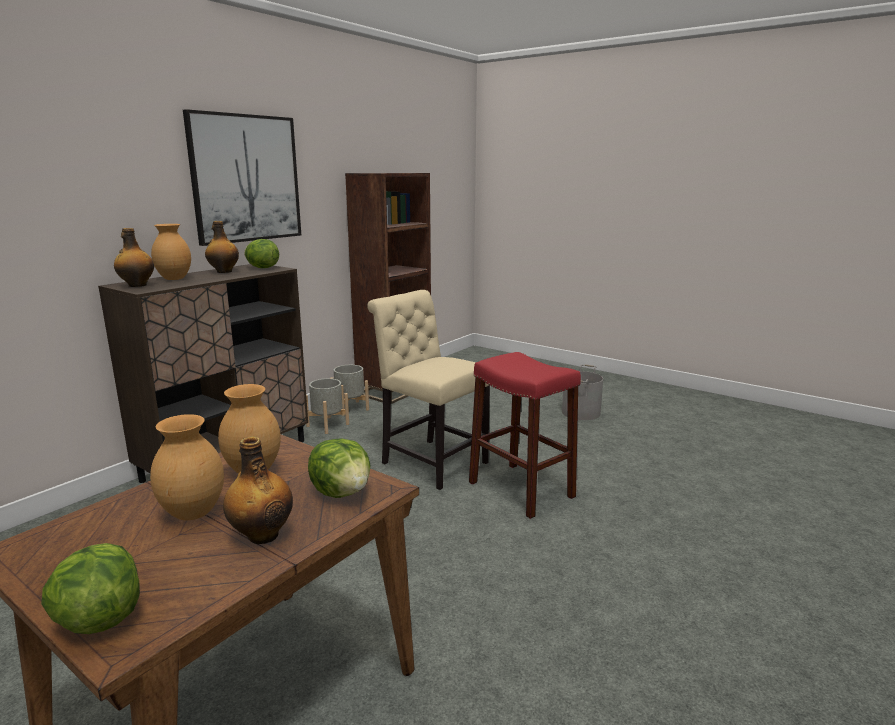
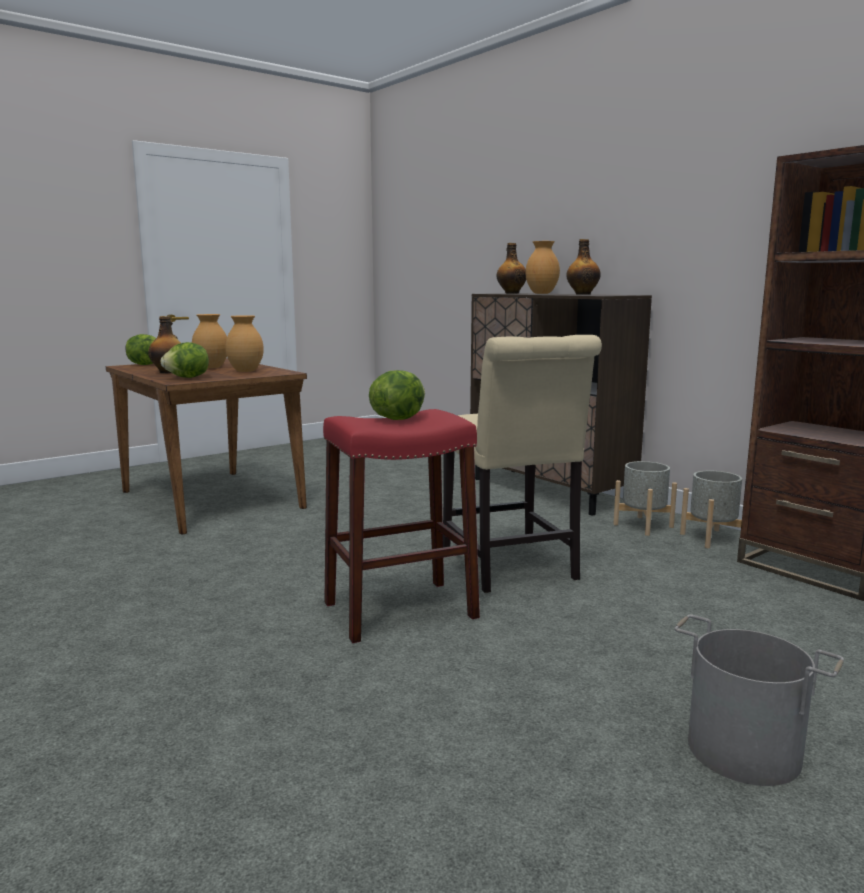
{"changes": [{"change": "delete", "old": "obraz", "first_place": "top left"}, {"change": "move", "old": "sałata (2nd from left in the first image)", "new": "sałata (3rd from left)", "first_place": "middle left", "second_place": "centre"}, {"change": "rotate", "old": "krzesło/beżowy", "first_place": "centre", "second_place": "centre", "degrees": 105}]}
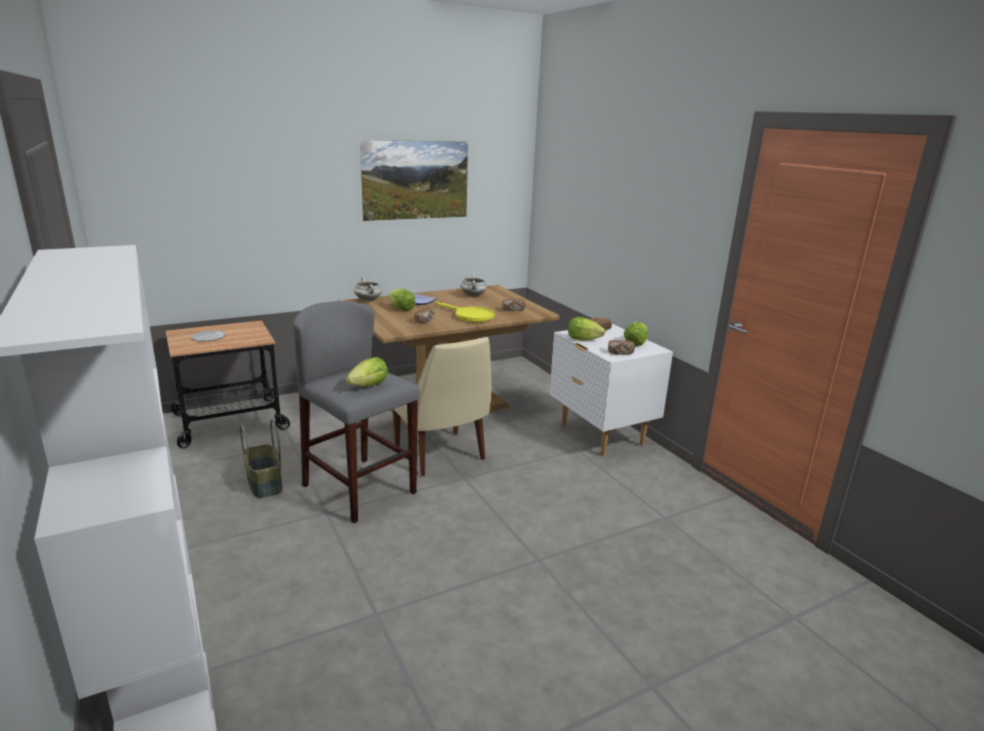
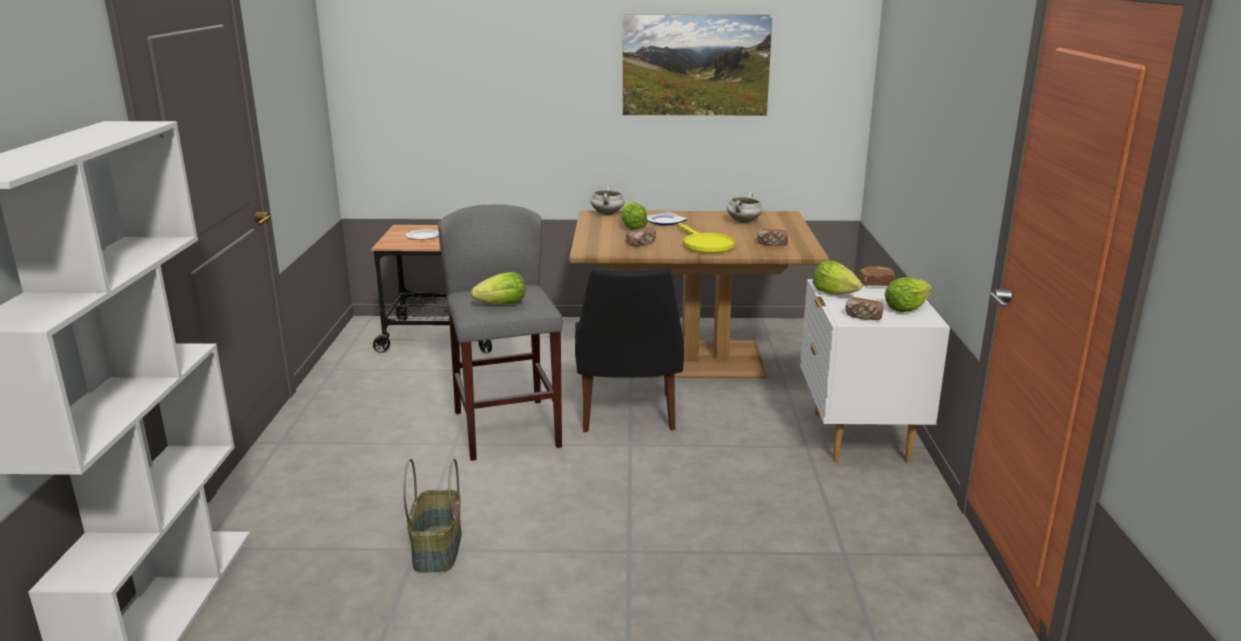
{"changes": [{"change": "recolor", "old": "krzesło/beżowy", "new": "krzesło/czarny", "first_place": "centre", "second_place": "centre"}, {"change": "move", "old": "koszyk", "first_place": "middle left", "second_place": "bottom centre"}]}
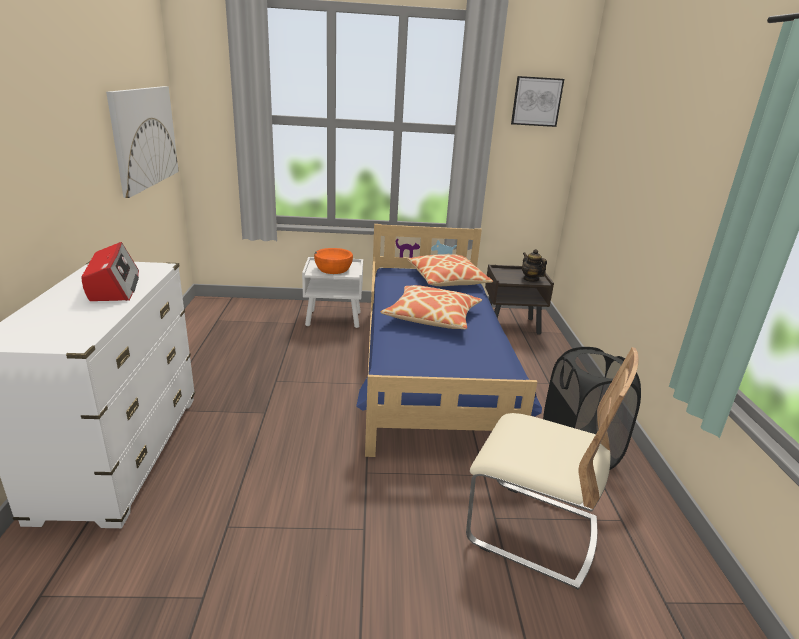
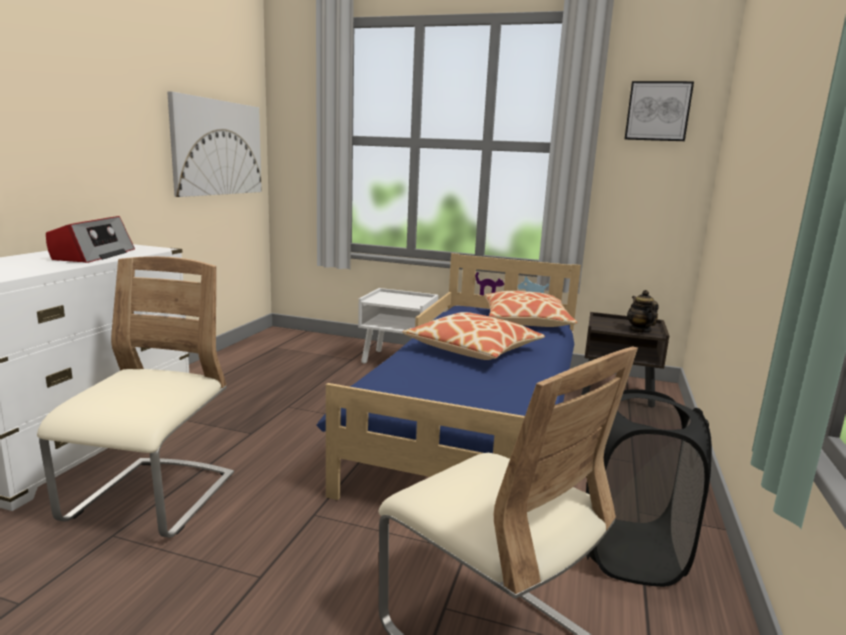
{"changes": [{"change": "delete", "old": "miska/pomarańczowy", "first_place": "centre"}, {"change": "insert", "new": "krzesło/beżowy (1st from left)", "second_place": "middle left"}]}
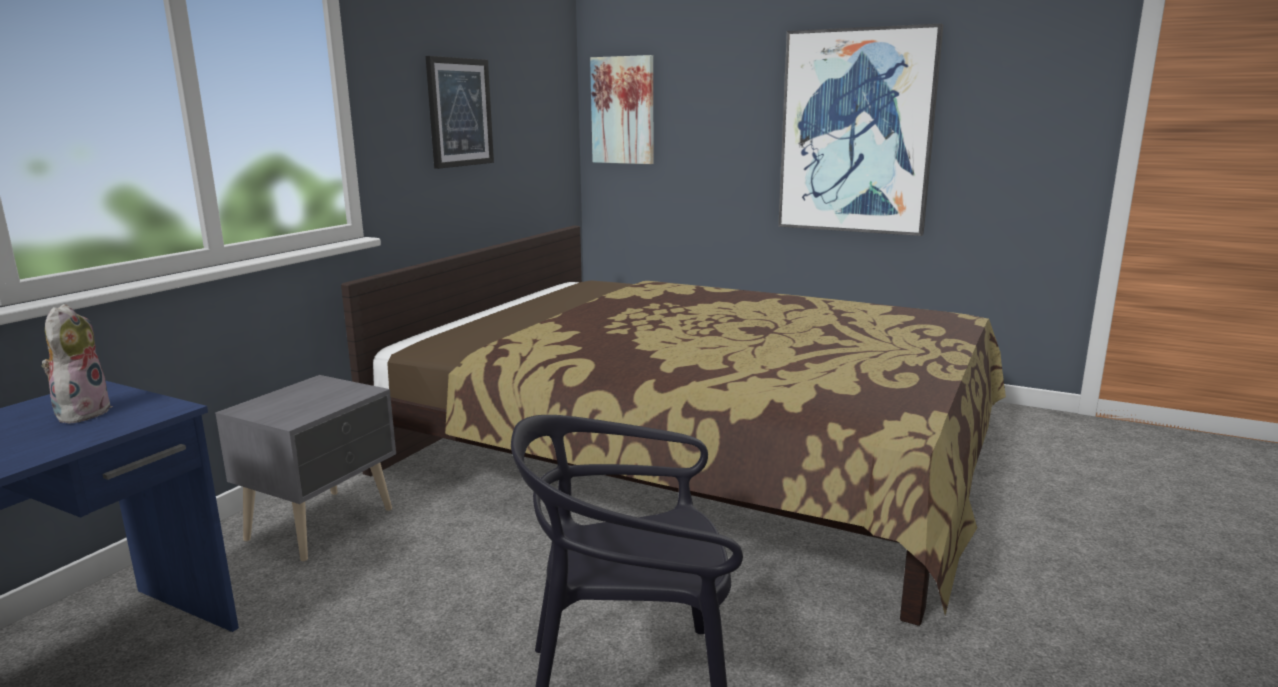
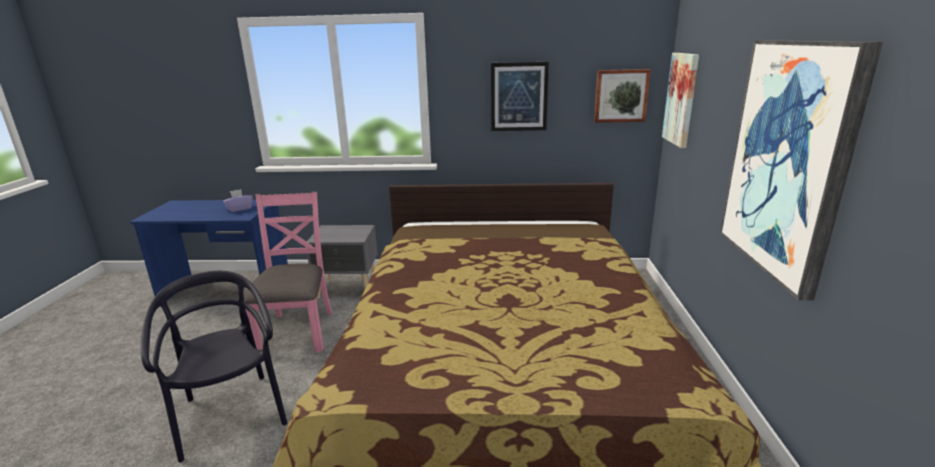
{"changes": [{"change": "replace", "old": "pluszak", "new": "pudełko chusteczek/fioletowy", "first_place": "middle left", "second_place": "middle left"}, {"change": "insert", "new": "obraz (2nd from left)", "second_place": "top centre"}, {"change": "insert", "new": "krzesło/różowy", "second_place": "middle left"}]}
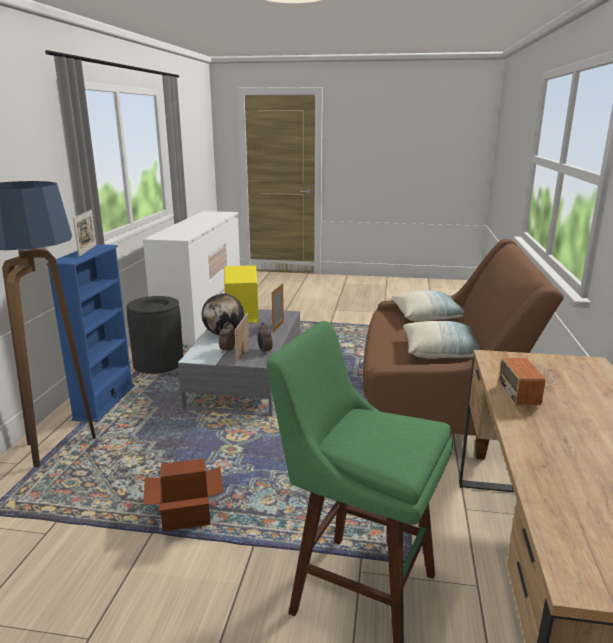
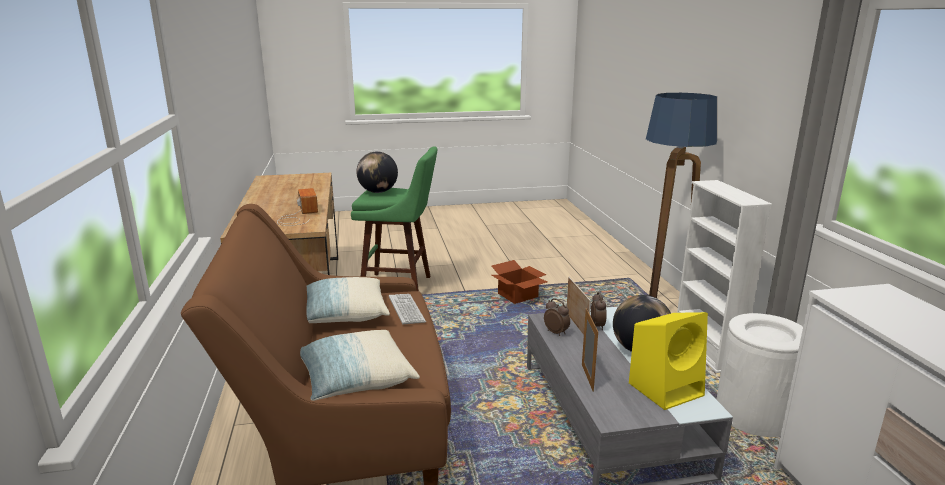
{"changes": [{"change": "delete", "old": "ramka na zdjęcie (1st from left)", "first_place": "middle left"}, {"change": "recolor", "old": "regał/niebieski", "new": "regał/biały", "first_place": "middle left", "second_place": "middle right"}, {"change": "recolor", "old": "kosz na śmieci/czarny", "new": "kosz na śmieci/biały", "first_place": "middle left", "second_place": "bottom right"}, {"change": "insert", "new": "globus (1st from left)", "second_place": "centre"}, {"change": "insert", "new": "klawiatura", "second_place": "centre"}]}
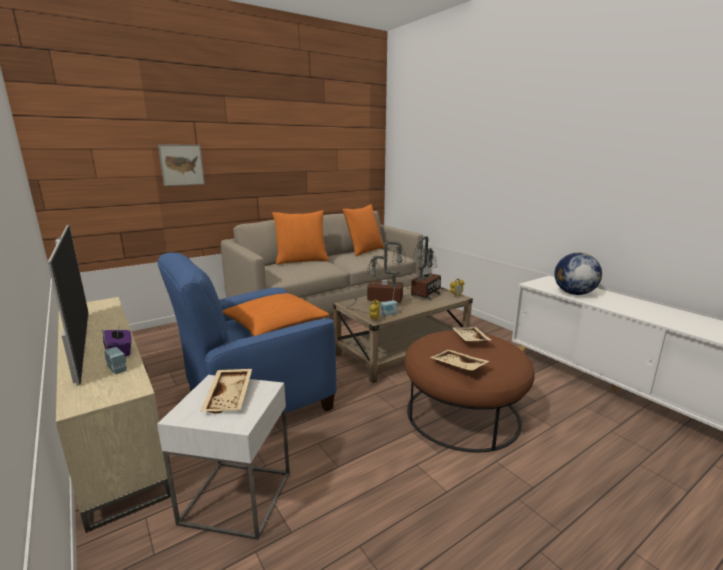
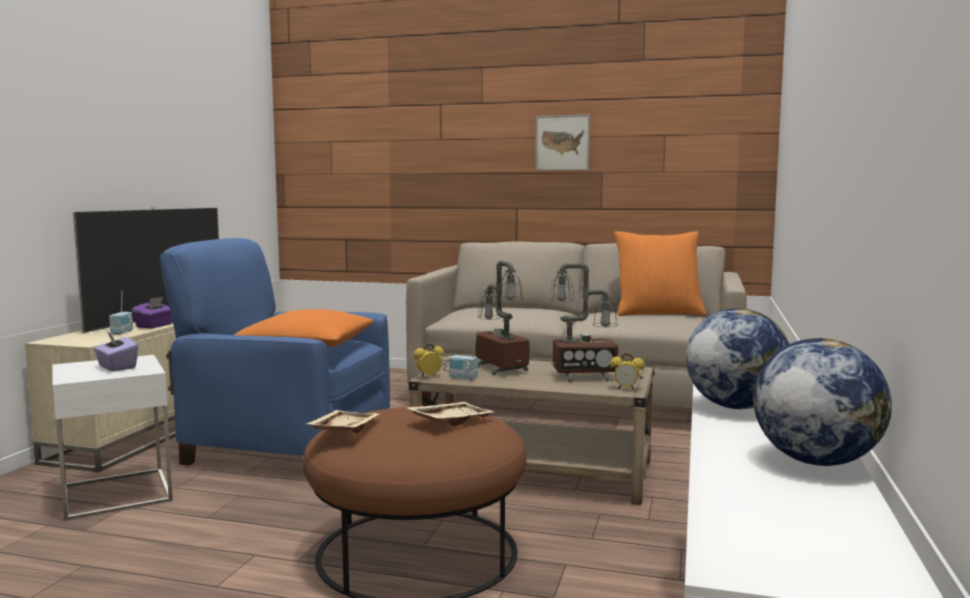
{"changes": [{"change": "move", "old": "obraz", "first_place": "top left", "second_place": "top centre"}, {"change": "delete", "old": "poduszka/pomarańczowy (2nd from left)", "first_place": "centre"}, {"change": "replace", "old": "taca/beżowy (1st from left)", "new": "pudełko chusteczek/fioletowy (1st from left)", "first_place": "bottom left", "second_place": "middle left"}, {"change": "insert", "new": "globus (2nd from left)", "second_place": "bottom right"}]}
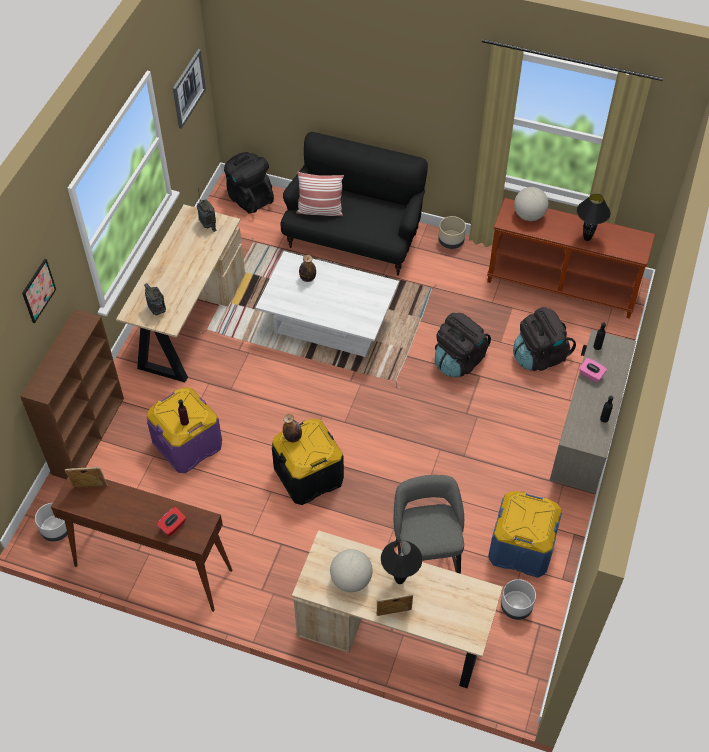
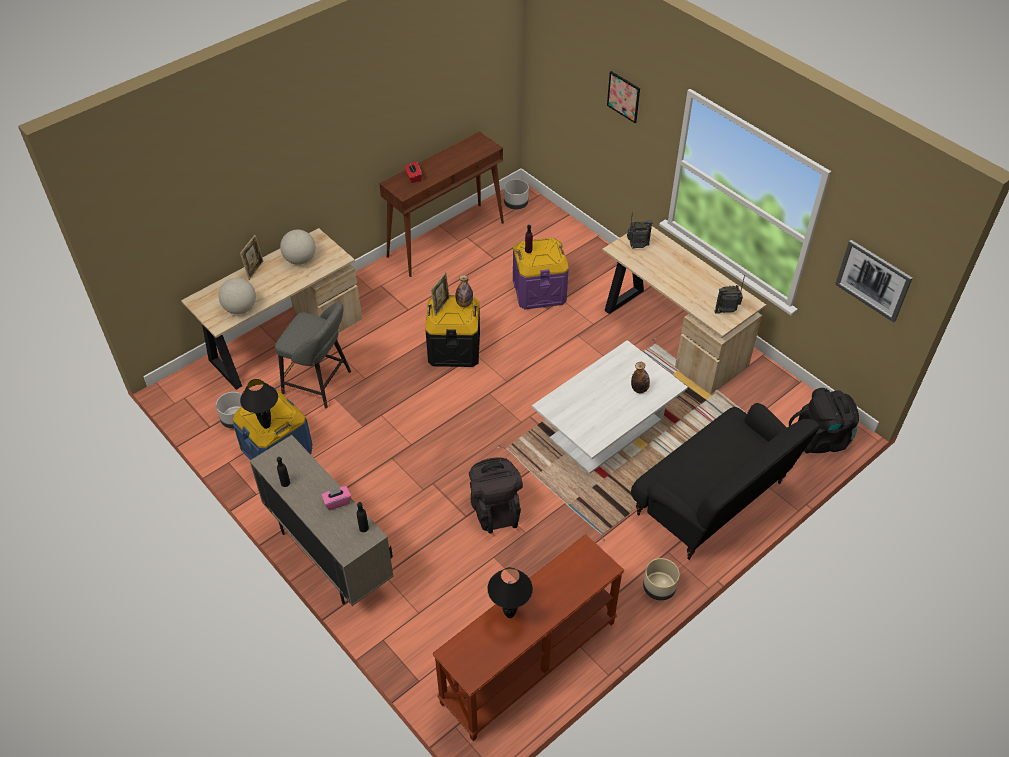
{"changes": [{"change": "delete", "old": "poduszka", "first_place": "top centre"}, {"change": "move", "old": "globus (2nd from left in the first image)", "new": "globus (1st from left)", "first_place": "top right", "second_place": "middle left"}, {"change": "delete", "old": "plecak/czarny (3rd from left)", "first_place": "middle right"}, {"change": "delete", "old": "regał/brązowy", "first_place": "middle left"}, {"change": "move", "old": "ramka na zdjęcie (1st from left in the first image)", "new": "ramka na zdjęcie (2nd from left)", "first_place": "middle left", "second_place": "centre"}, {"change": "move", "old": "lampa stołowa/czarny (1st from left)", "first_place": "bottom centre", "second_place": "middle left"}]}
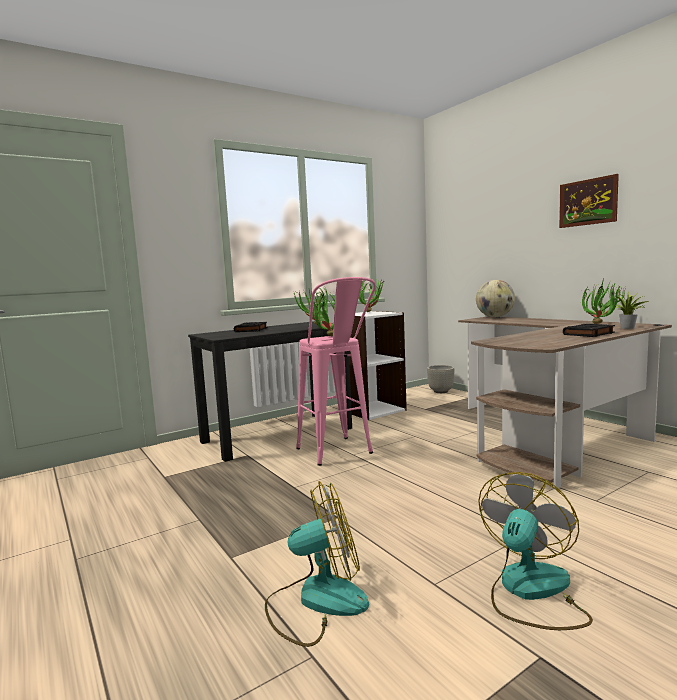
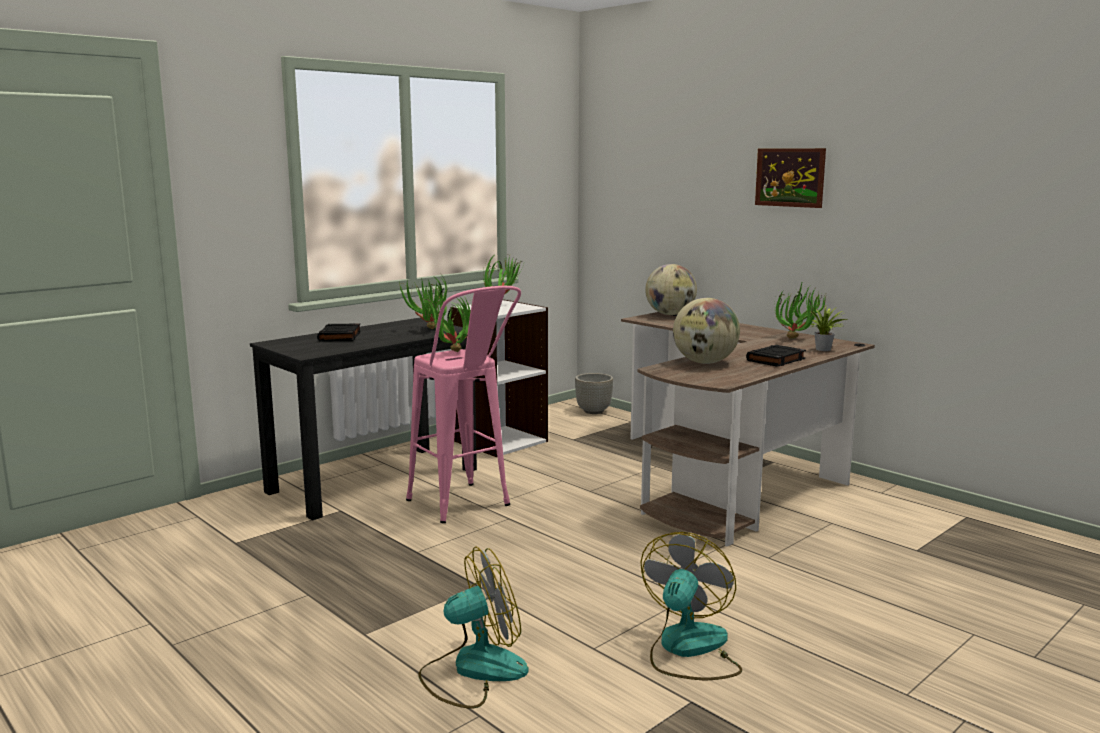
{"changes": [{"change": "insert", "new": "globus (2nd from left)", "second_place": "centre"}]}
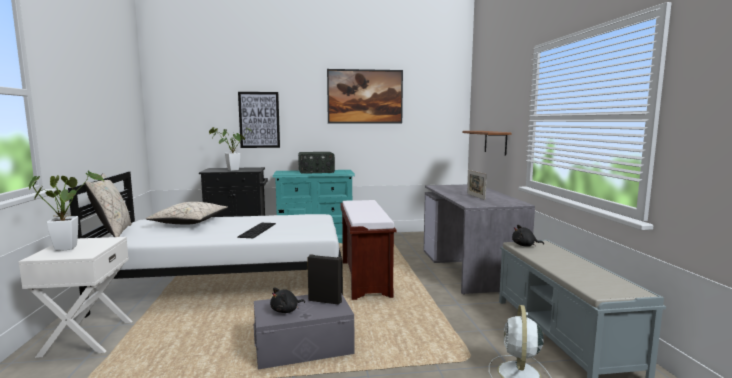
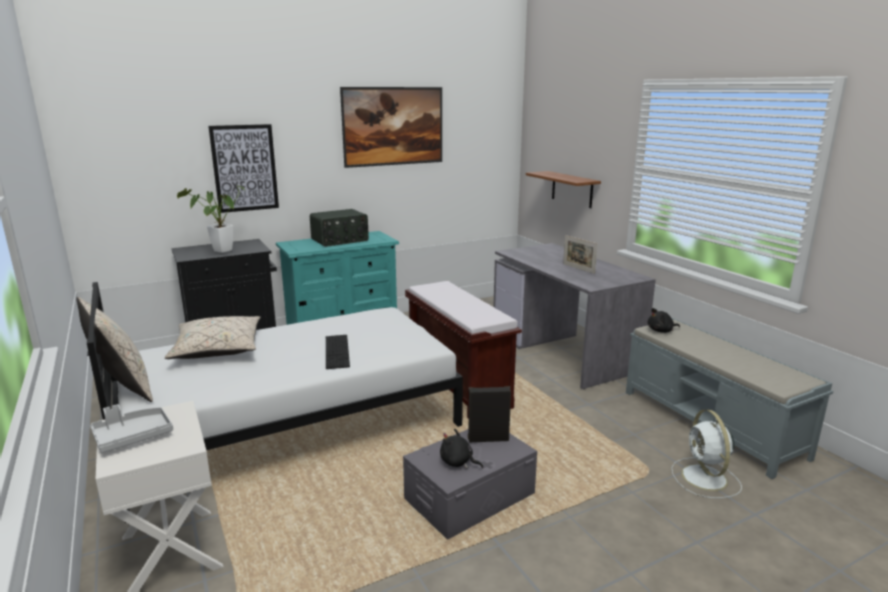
{"changes": [{"change": "replace", "old": "roślina doniczkowa (1st from left)", "new": "taca/szary", "first_place": "middle left", "second_place": "bottom left"}, {"change": "rotate", "old": "pluszak/czarny (1st from left)", "first_place": "bottom centre", "second_place": "bottom centre", "degrees": 90}]}
